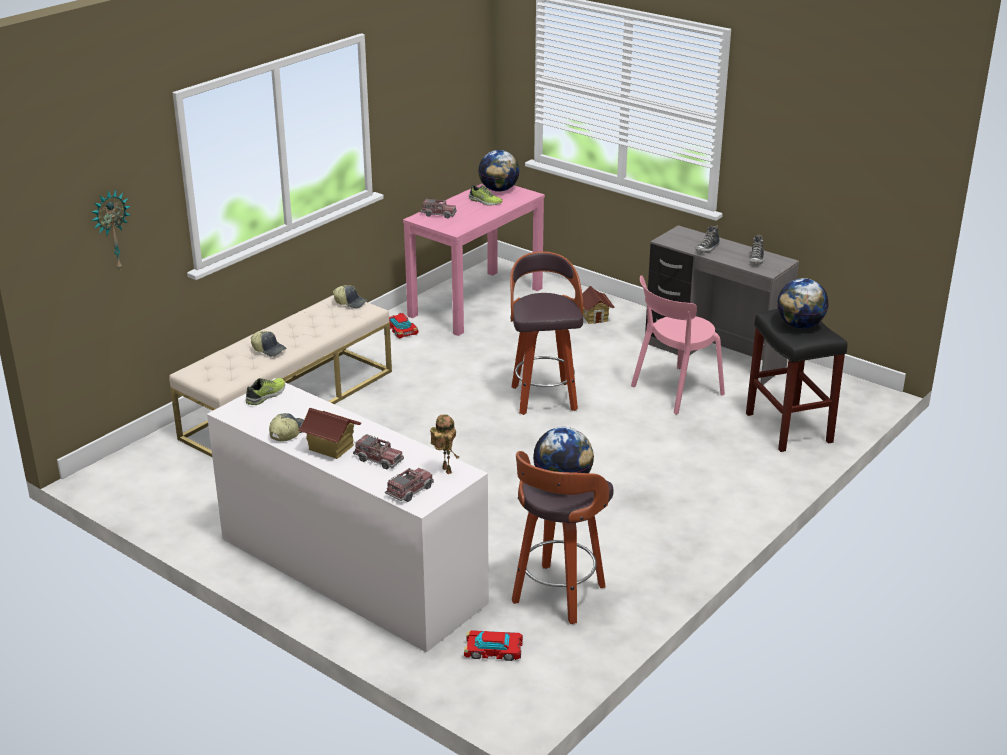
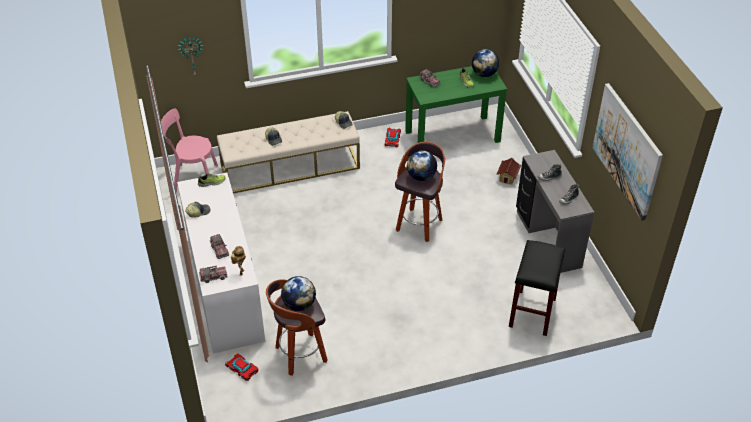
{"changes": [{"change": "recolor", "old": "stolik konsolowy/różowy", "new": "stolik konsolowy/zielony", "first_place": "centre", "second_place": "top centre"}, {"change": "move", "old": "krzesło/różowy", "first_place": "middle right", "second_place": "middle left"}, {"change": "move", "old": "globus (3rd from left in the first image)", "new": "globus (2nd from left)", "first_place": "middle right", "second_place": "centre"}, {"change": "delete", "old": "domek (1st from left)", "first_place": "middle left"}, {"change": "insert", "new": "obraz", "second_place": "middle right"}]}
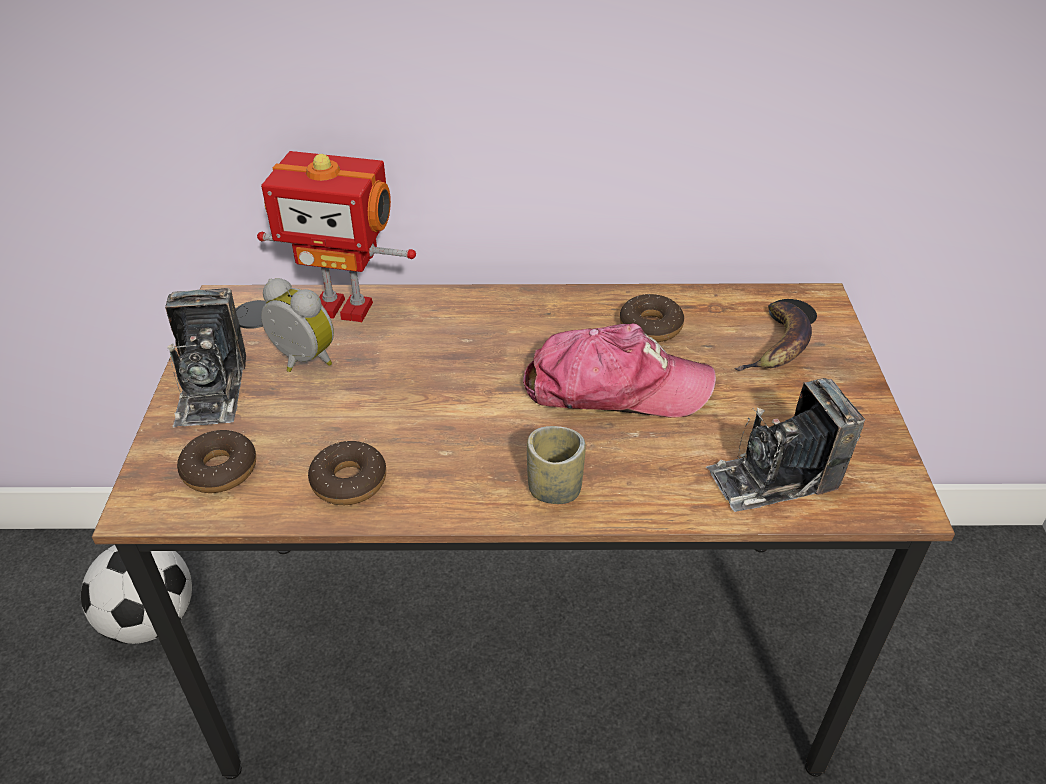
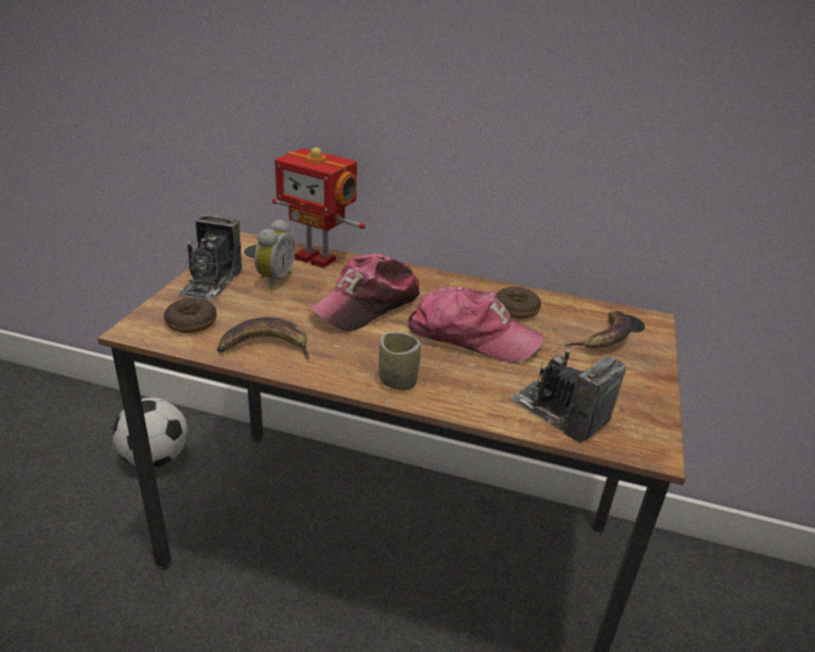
{"changes": [{"change": "rotate", "old": "budzik", "first_place": "middle left", "second_place": "centre", "degrees": 60}, {"change": "rotate", "old": "aparat fotograficzny (2nd from left)", "first_place": "middle right", "second_place": "middle right", "degrees": 45}, {"change": "replace", "old": "donut (2nd from left)", "new": "banan (1st from left)", "first_place": "middle left", "second_place": "middle left"}, {"change": "insert", "new": "czapka z daszkiem (1st from left)", "second_place": "centre"}]}
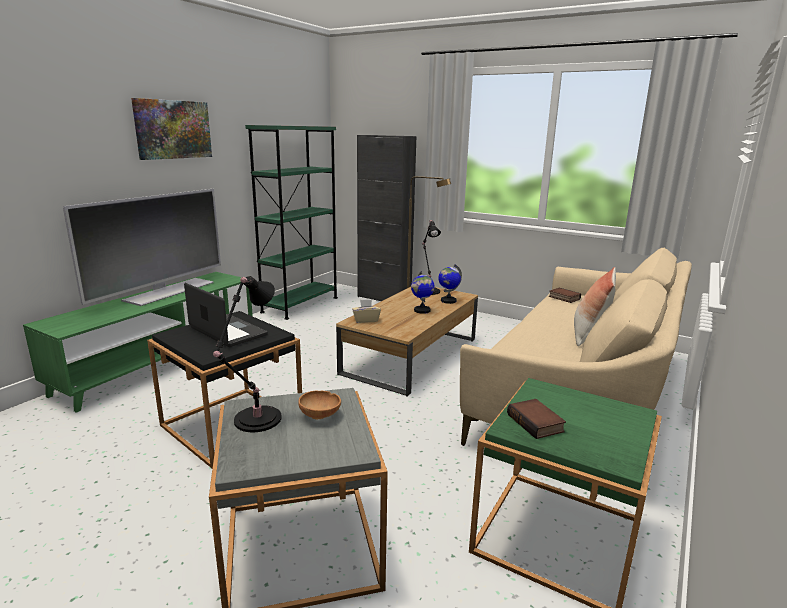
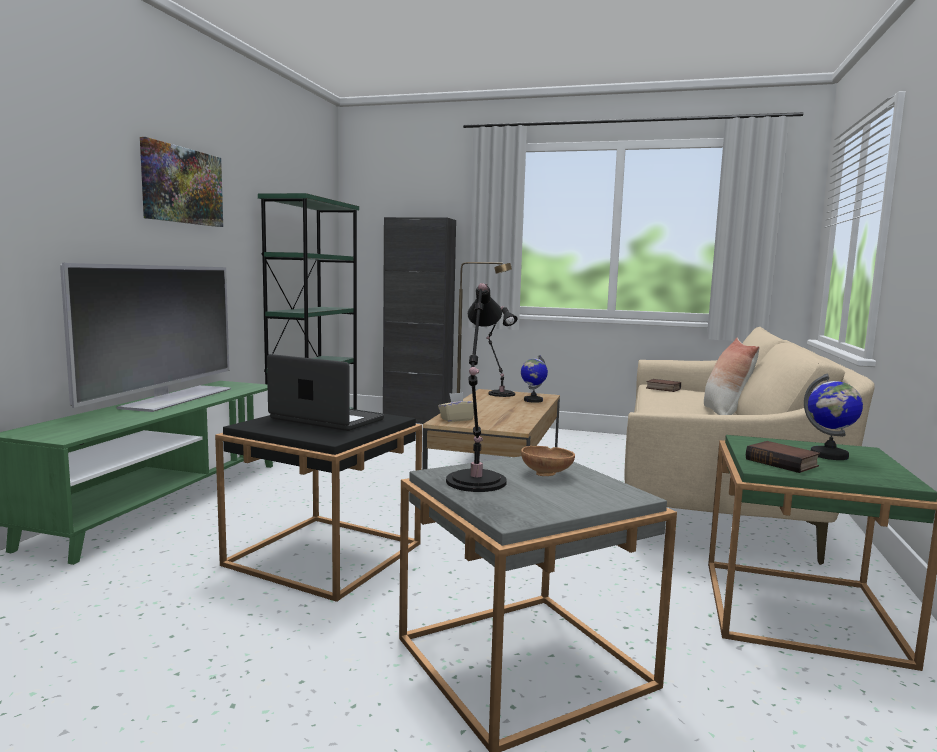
{"changes": [{"change": "move", "old": "globus (1st from left in the first image)", "new": "globus (2nd from left)", "first_place": "centre", "second_place": "middle right"}]}
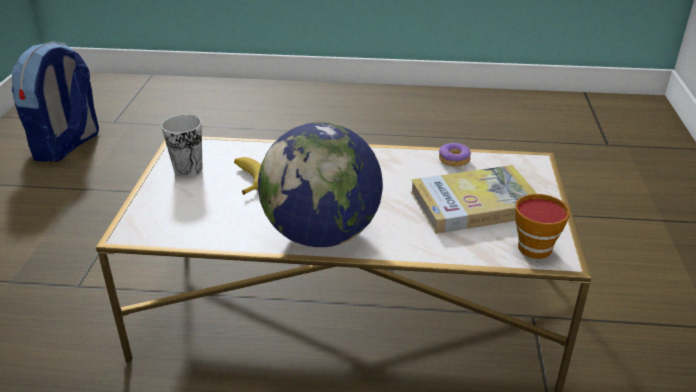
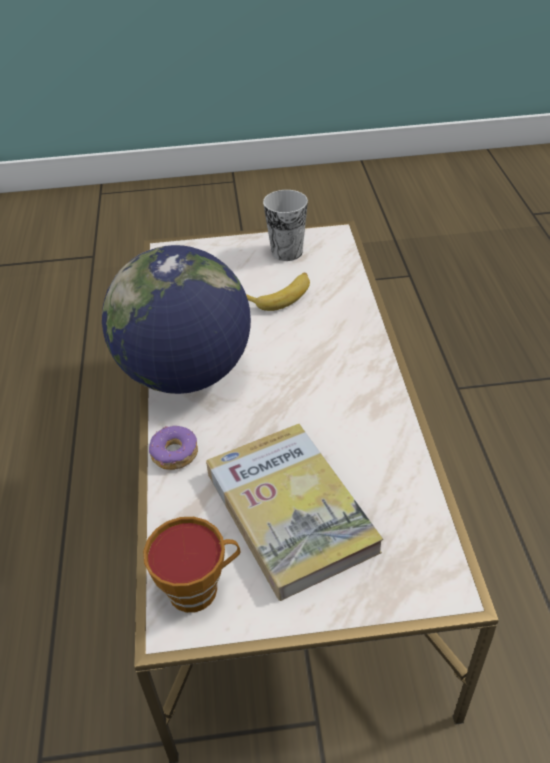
{"changes": [{"change": "delete", "old": "plecak", "first_place": "top left"}, {"change": "move", "old": "donut", "first_place": "centre", "second_place": "middle left"}]}
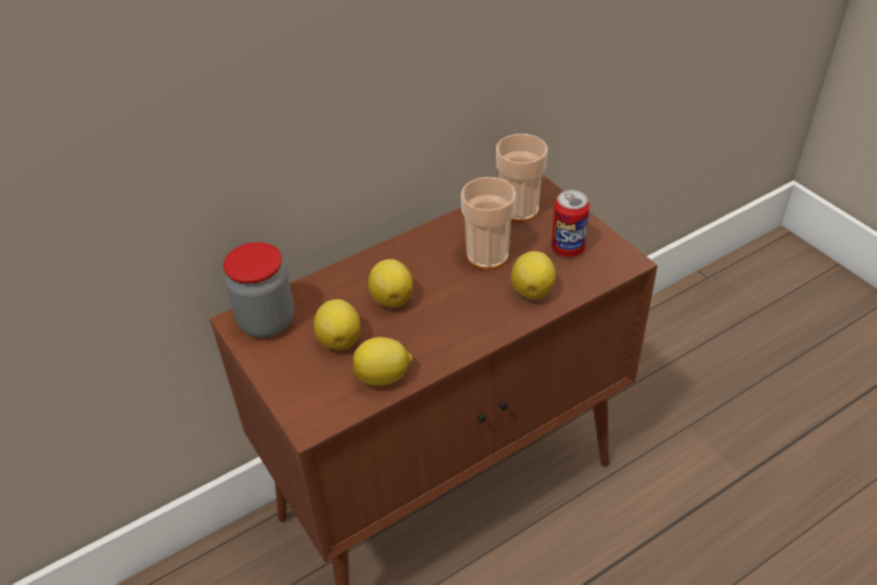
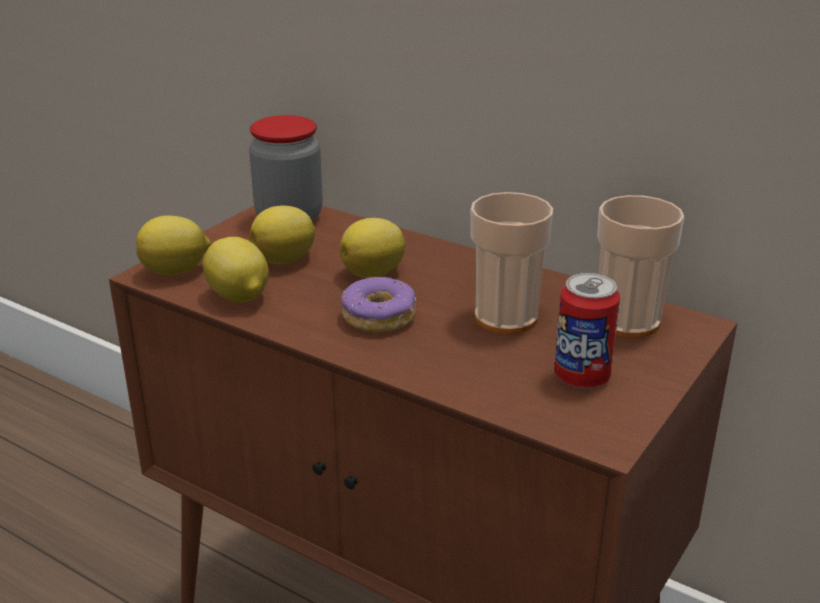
{"changes": [{"change": "move", "old": "cytryna (4th from left in the first image)", "new": "cytryna (1st from left)", "first_place": "centre", "second_place": "middle left"}, {"change": "insert", "new": "donut", "second_place": "centre"}]}
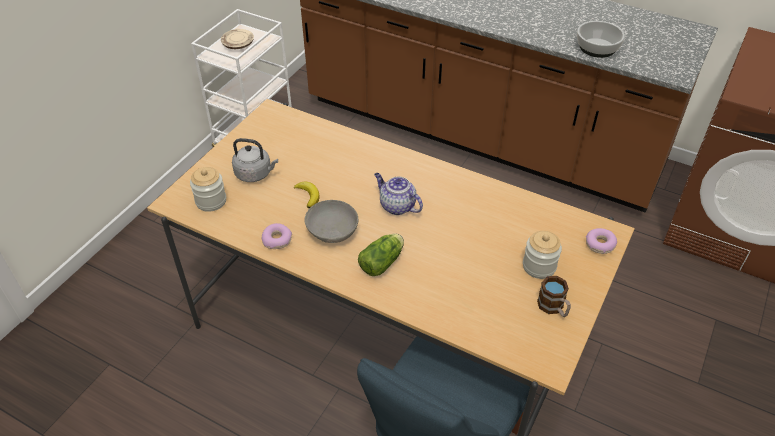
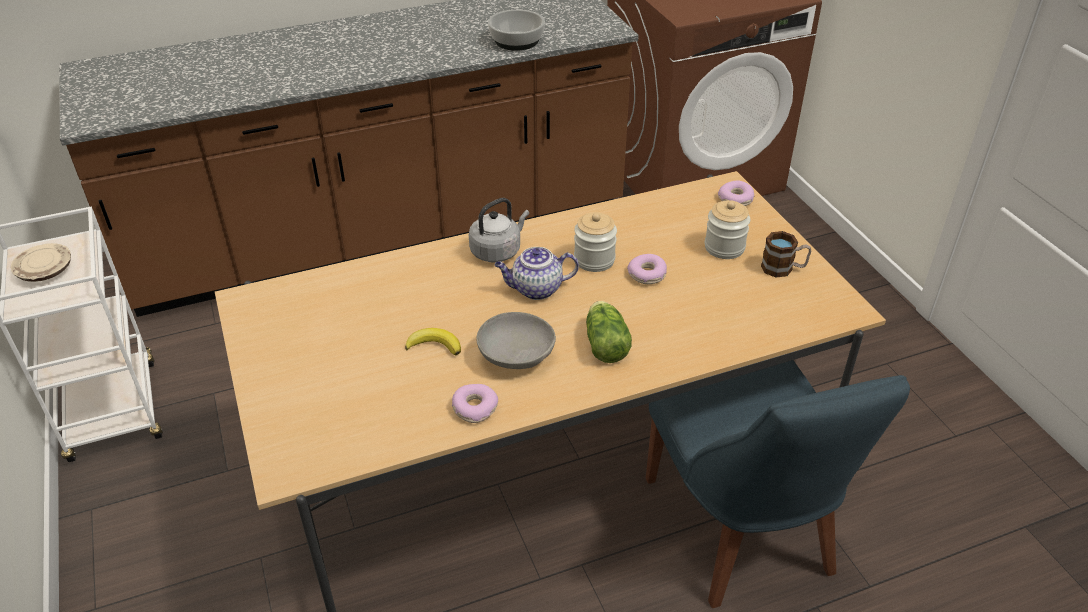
{"changes": [{"change": "move", "old": "czajnik/szary", "first_place": "middle left", "second_place": "centre"}, {"change": "move", "old": "słoik (1st from left)", "first_place": "middle left", "second_place": "centre"}, {"change": "insert", "new": "donut (2nd from left)", "second_place": "centre"}]}
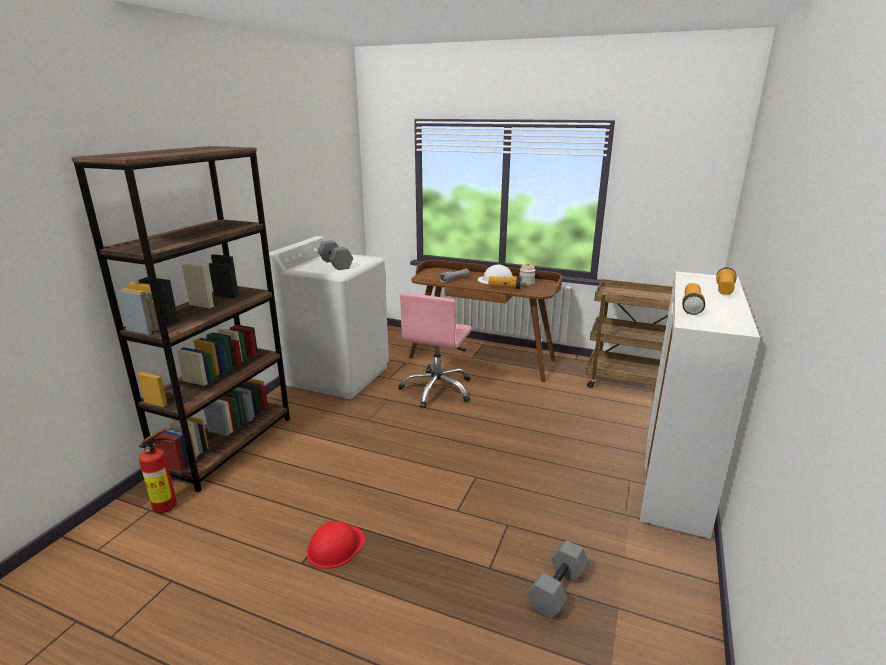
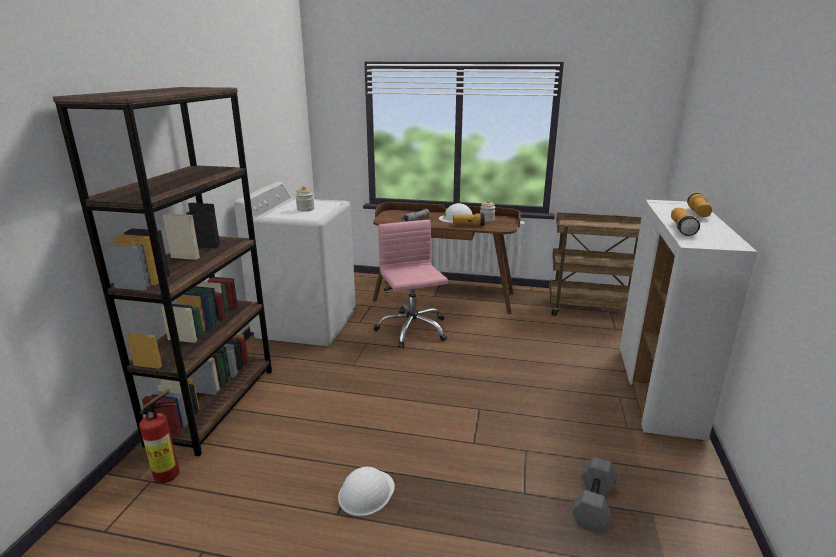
{"changes": [{"change": "replace", "old": "hantel/szary (1st from left)", "new": "słoik (1st from left)", "first_place": "centre", "second_place": "centre"}, {"change": "rotate", "old": "krzesło biurowe/różowy", "first_place": "centre", "second_place": "centre", "degrees": 150}, {"change": "recolor", "old": "kask/czerwony", "new": "kask/biały (1st from left)", "first_place": "bottom centre", "second_place": "bottom centre"}]}
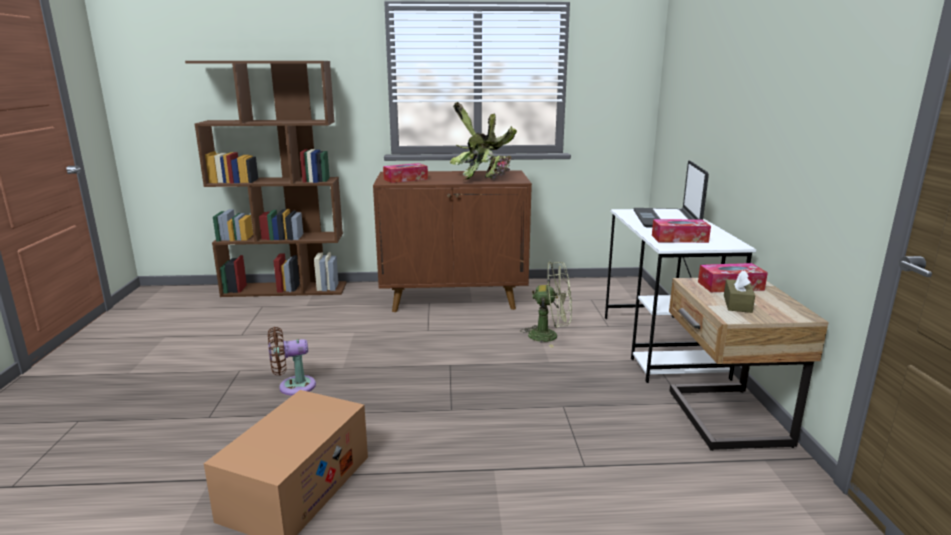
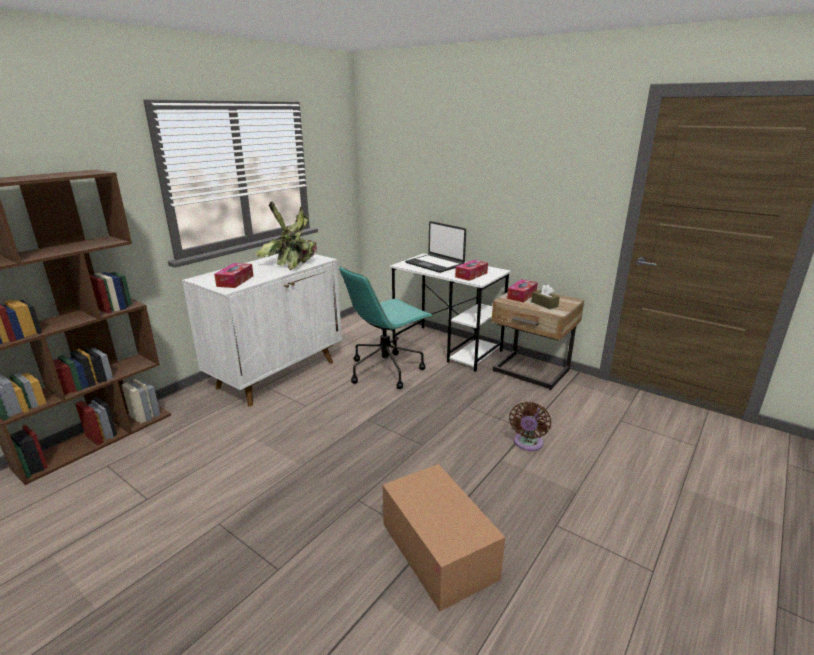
{"changes": [{"change": "recolor", "old": "szafka/brązowy", "new": "szafka/biały", "first_place": "centre", "second_place": "middle left"}, {"change": "replace", "old": "wentylator/zielony", "new": "krzesło biurowe/turkusowy", "first_place": "centre", "second_place": "centre"}, {"change": "move", "old": "wentylator/brązowy", "first_place": "bottom left", "second_place": "centre"}]}
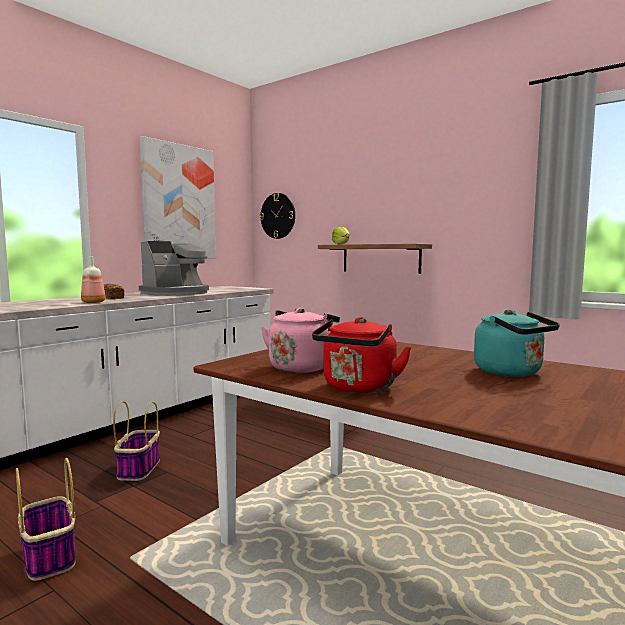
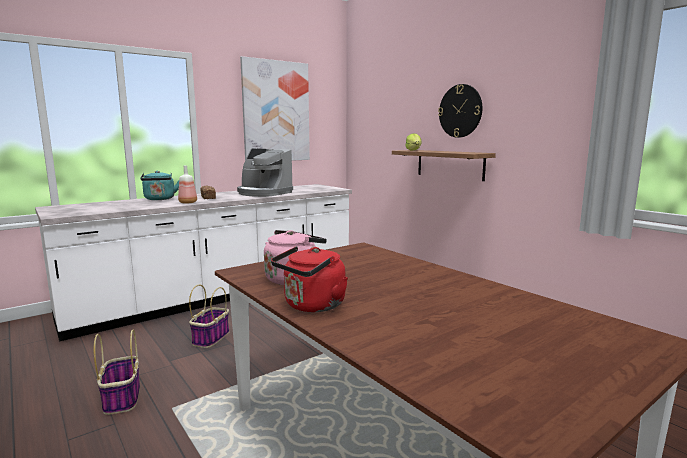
{"changes": [{"change": "move", "old": "zegar ścienny", "first_place": "centre", "second_place": "top right"}, {"change": "rotate", "old": "ekspres do kawy", "first_place": "middle left", "second_place": "centre", "degrees": 60}, {"change": "move", "old": "czajnik/turkusowy", "first_place": "middle right", "second_place": "middle left"}]}
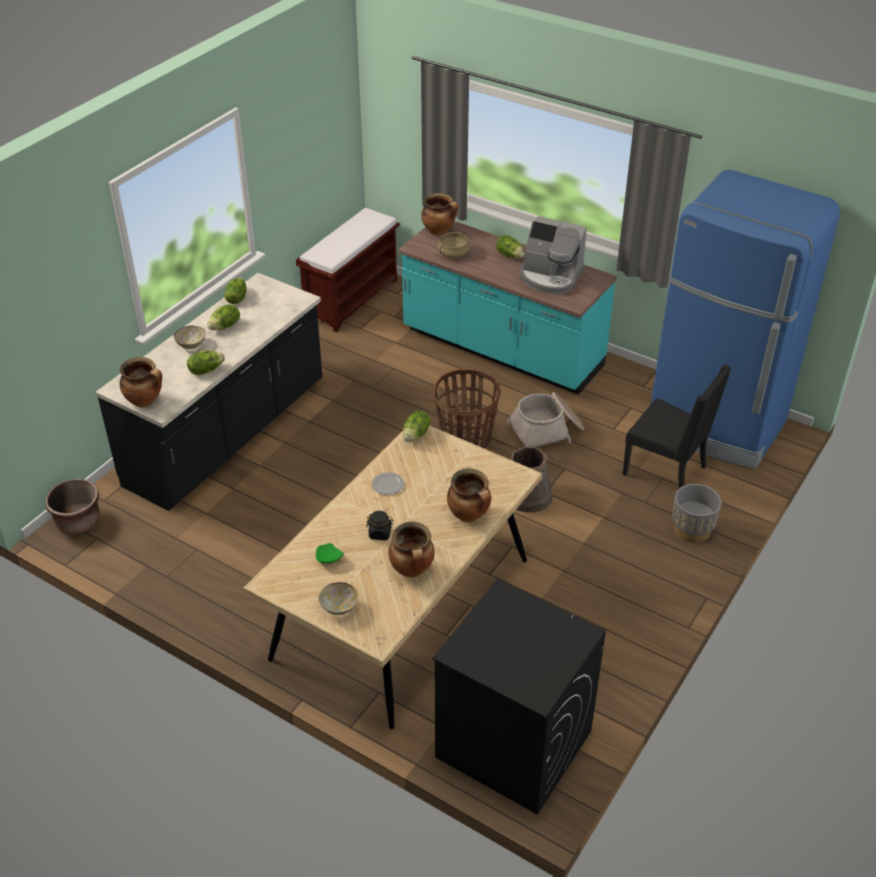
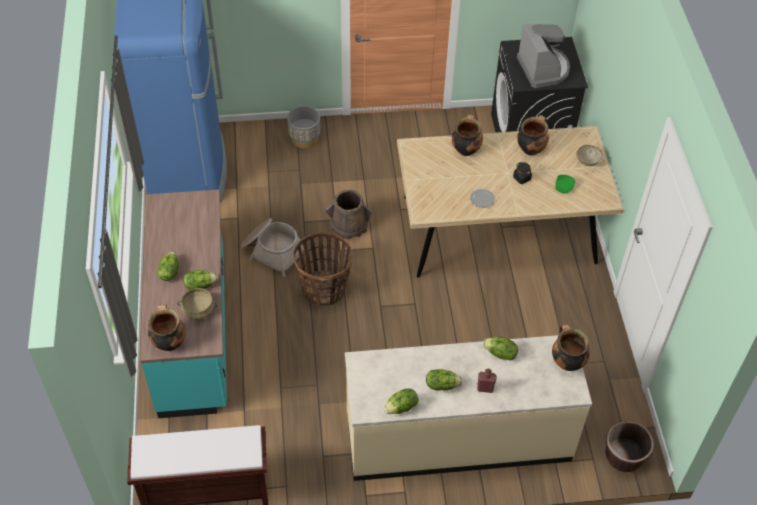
{"changes": [{"change": "move", "old": "ekspres do kawy", "first_place": "top centre", "second_place": "top right"}, {"change": "recolor", "old": "zabudowa kuchenna/czarny", "new": "zabudowa kuchenna/beżowy", "first_place": "middle left", "second_place": "bottom centre"}, {"change": "replace", "old": "miska (1st from left)", "new": "butelka/czerwony", "first_place": "middle left", "second_place": "bottom centre"}, {"change": "delete", "old": "krzesło/czarny", "first_place": "middle right"}, {"change": "move", "old": "sałata (4th from left in the first image)", "new": "sałata (2nd from left)", "first_place": "centre", "second_place": "middle left"}]}
